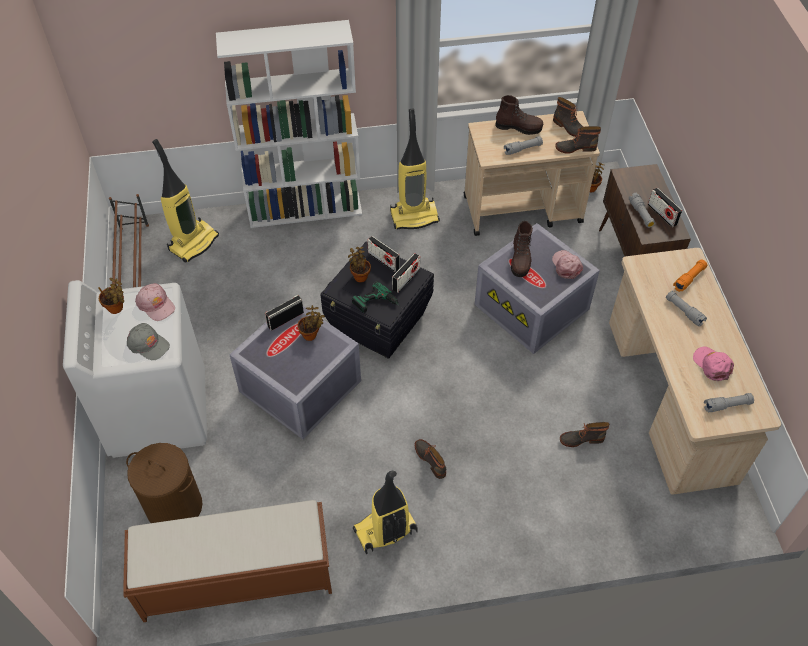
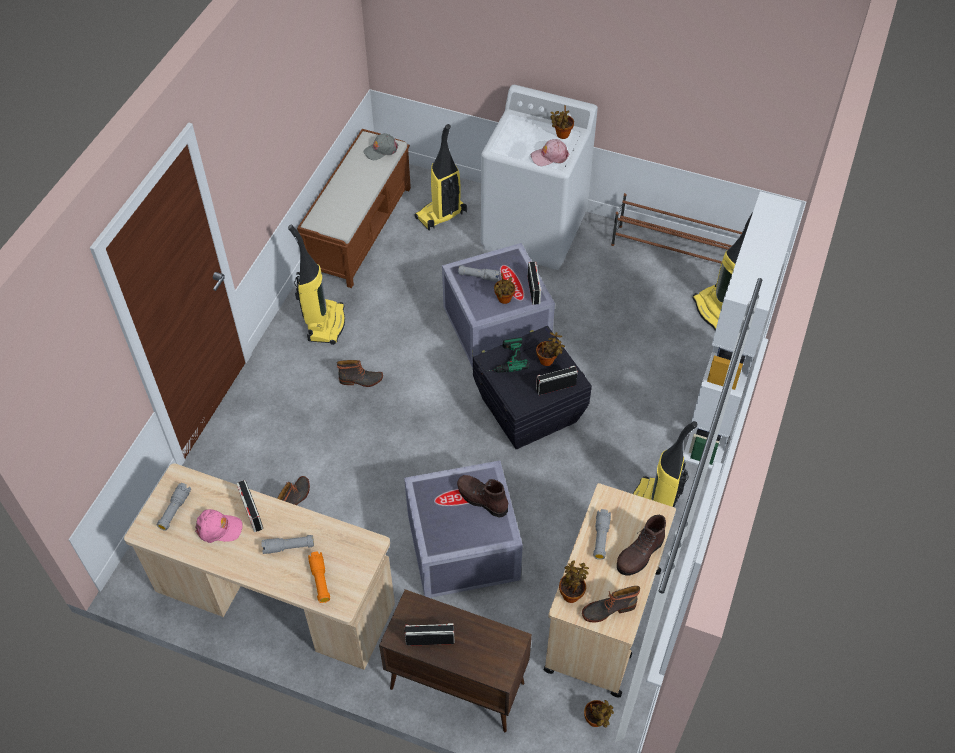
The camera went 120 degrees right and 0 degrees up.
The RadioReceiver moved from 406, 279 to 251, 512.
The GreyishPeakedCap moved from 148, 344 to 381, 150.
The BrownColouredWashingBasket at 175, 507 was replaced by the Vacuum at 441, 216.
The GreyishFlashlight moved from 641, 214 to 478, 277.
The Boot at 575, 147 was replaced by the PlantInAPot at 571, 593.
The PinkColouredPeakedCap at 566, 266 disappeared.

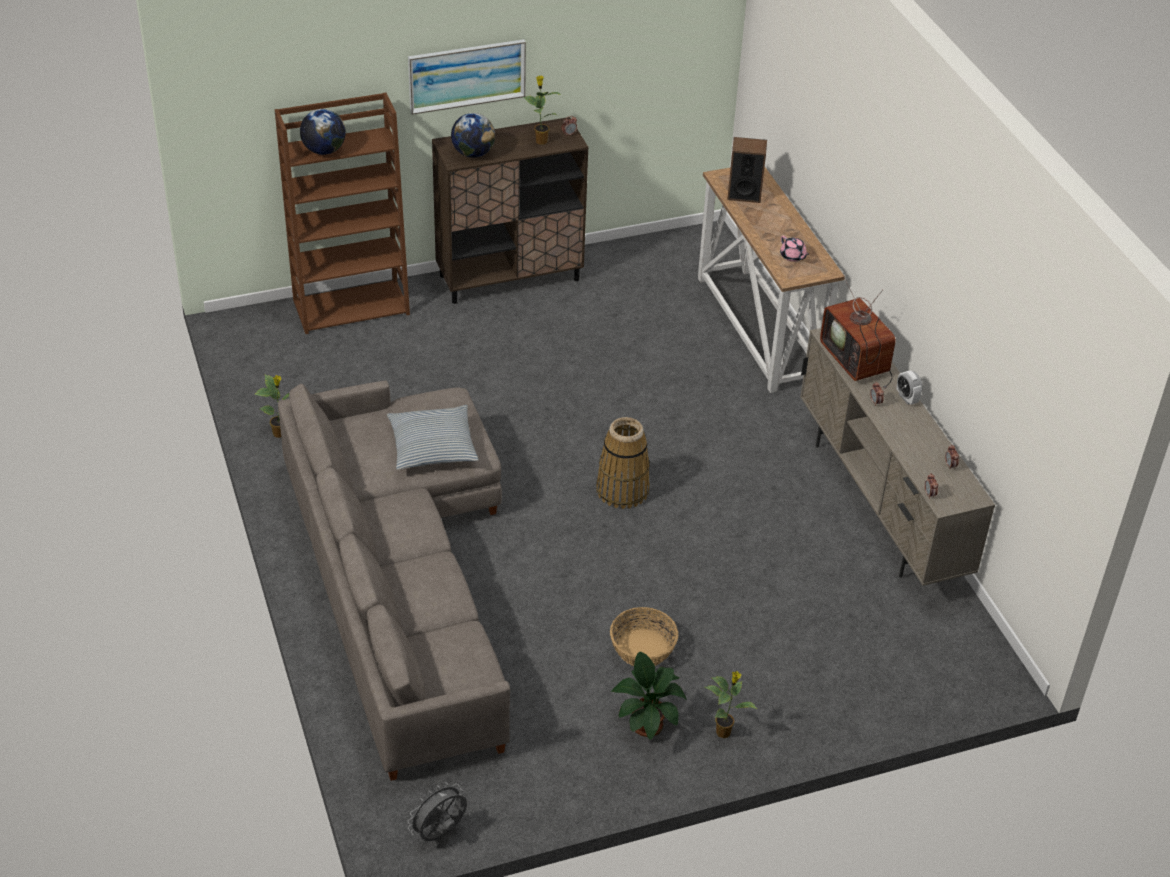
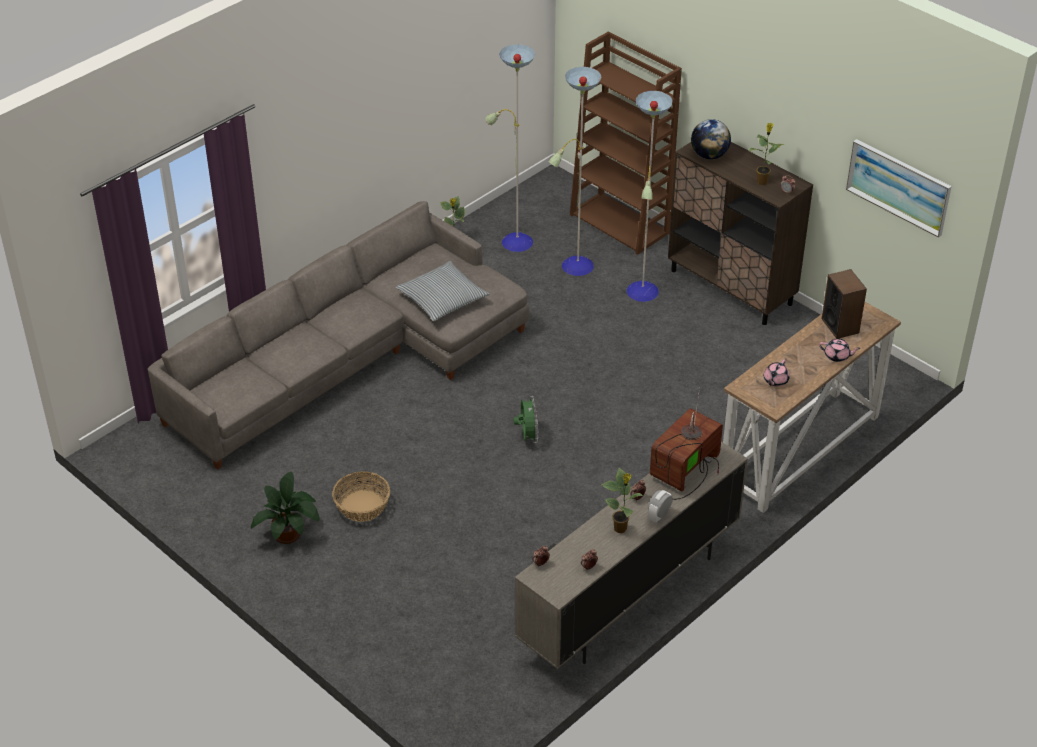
The camera went 65 degrees right and 0 degrees up.
The FloorLamp at 576, 267 appeared.
The StorageBasket at 622, 490 was replaced by the GreenishFan at 527, 437.
The PlantInAPot moved from 724, 732 to 621, 529.
The PinkColouredPotForTea at 837, 356 appeared.
The WallPicture moved from 467, 75 to 898, 186.
The WorldGlobe at 324, 150 disappeared.
The GreyishFan at 440, 834 disappeared.

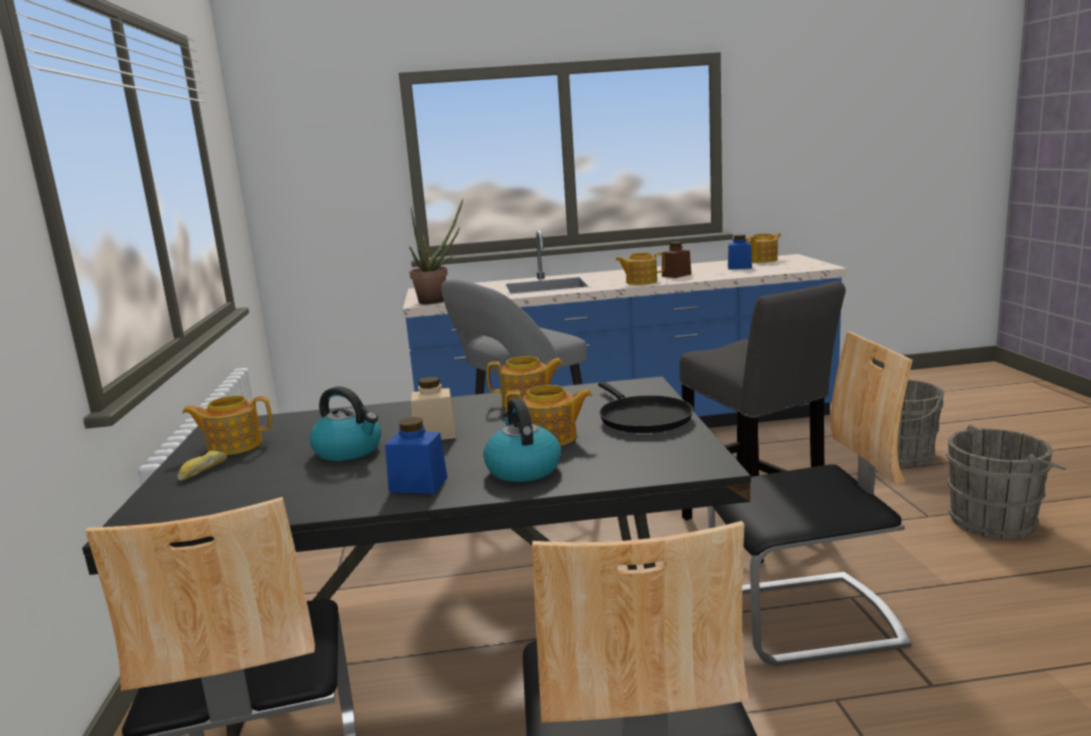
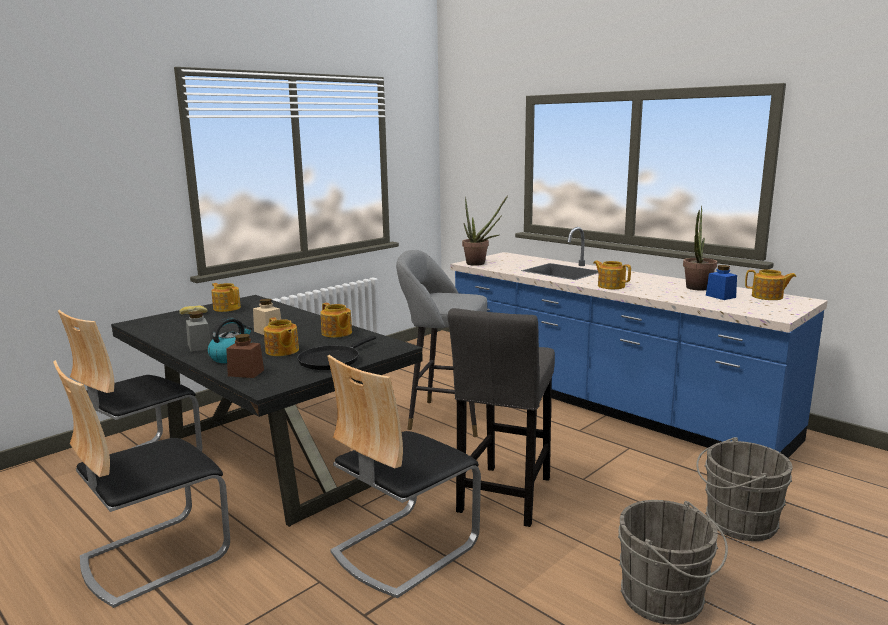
The camera went 50 degrees right and 0 degrees up.
The BlueJar at 418, 485 became the GreyishJar at 199, 346.
The BrownColouredJar moved from 676, 275 to 246, 373.
The PlainChair at 806, 618 turned 90 degrees clockwise.
The PlantInAPot at 696, 289 appeared.
The WaterKettle at 349, 451 disappeared.

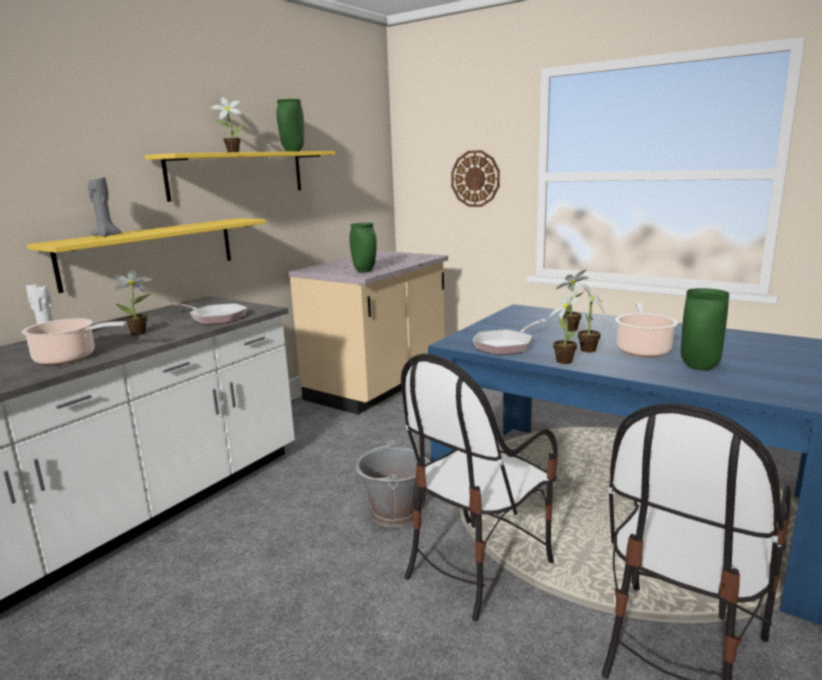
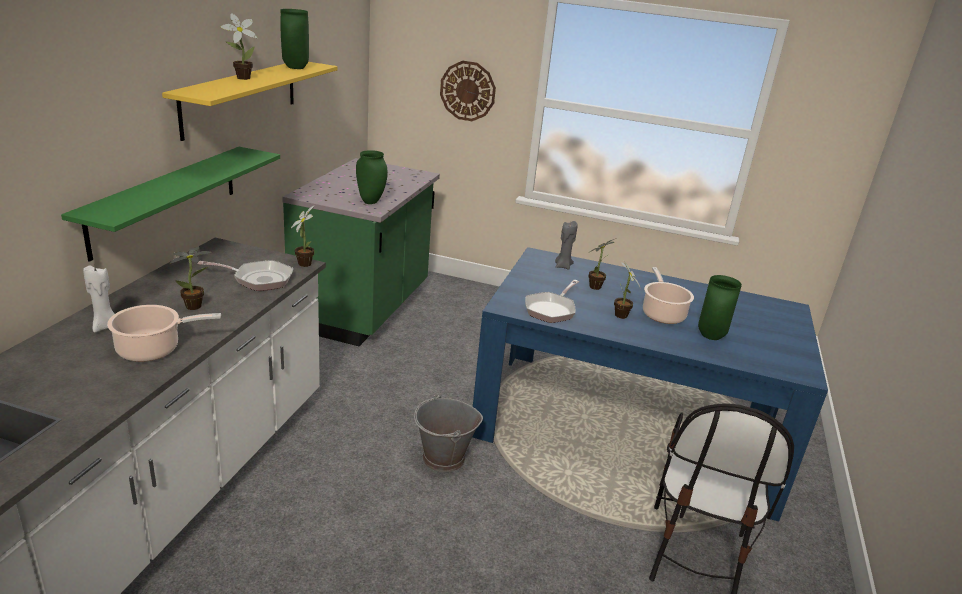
The camera went 20 degrees left and 10 degrees up.
The YellowColouredBracketShelf at 151, 252 became the GreenishBracketShelf at 166, 199.
The SandColouredKitchenBaseUnit at 378, 386 became the GreenishKitchenBaseUnit at 364, 308.
The PlantInAPot moved from 564, 360 to 305, 263.
The GreyishCandle moved from 106, 235 to 563, 266.
The PlainChair at 477, 566 disappeared.

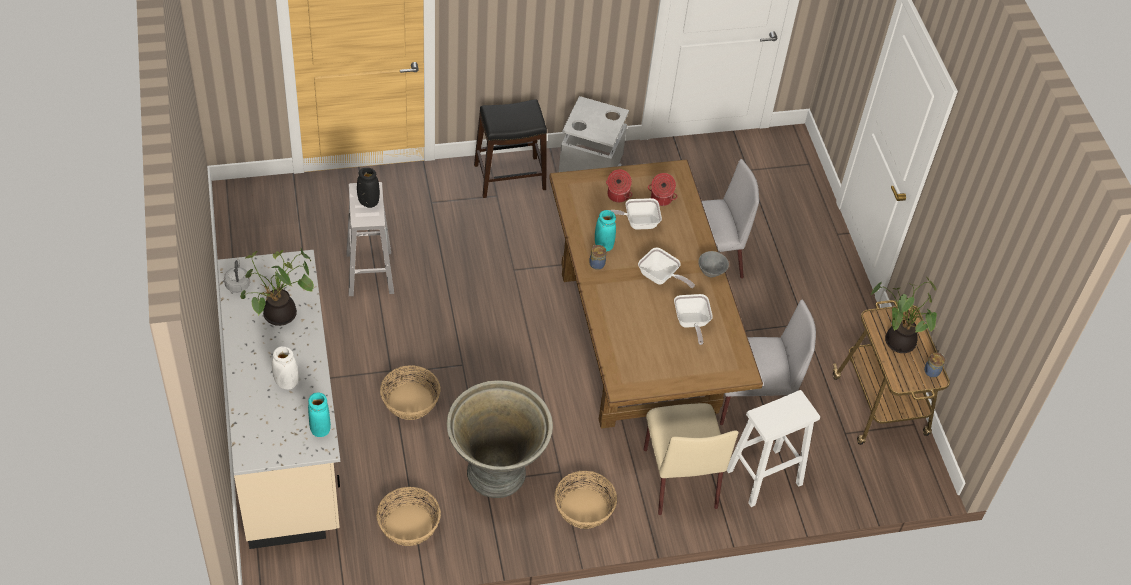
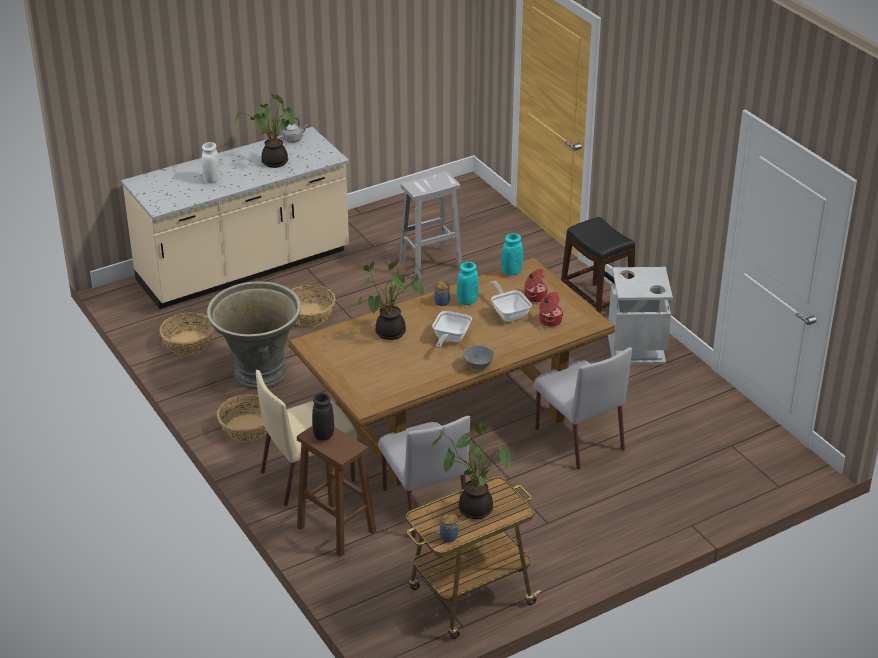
The camera went 75 degrees right and 15 degrees down.
The WhitishSittingStool at 763, 478 became the BrownColouredSittingStool at 335, 529.
The BlackVase moved from 368, 202 to 324, 435.
The PlantInAPot at 390, 334 appeared.
The BlueGreenVase moved from 320, 428 to 511, 272.
The FryingPan at 691, 323 disappeared.

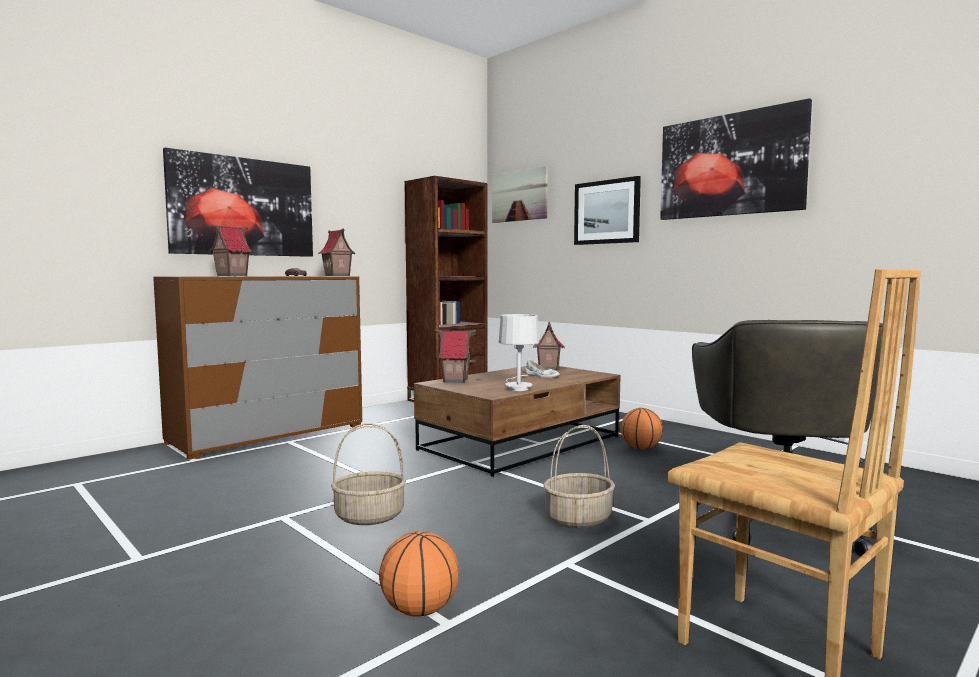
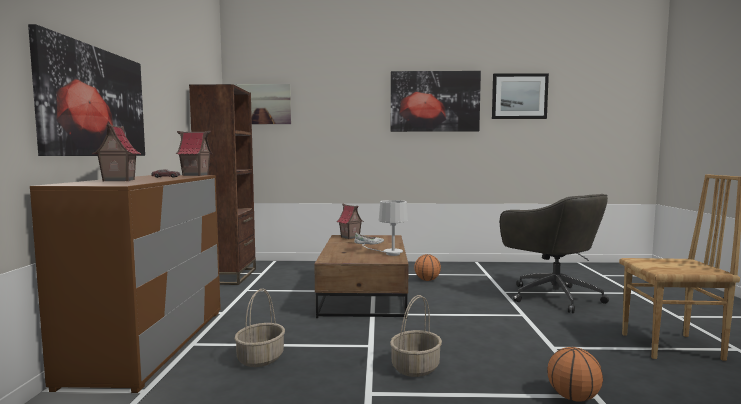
The camera went 45 degrees left and 0 degrees up.
The StorageBasket moved from 578, 519 to 261, 358.
The WallPicture moved from 606, 212 to 519, 96.
The MiniatureHouse at 455, 381 disappeared.

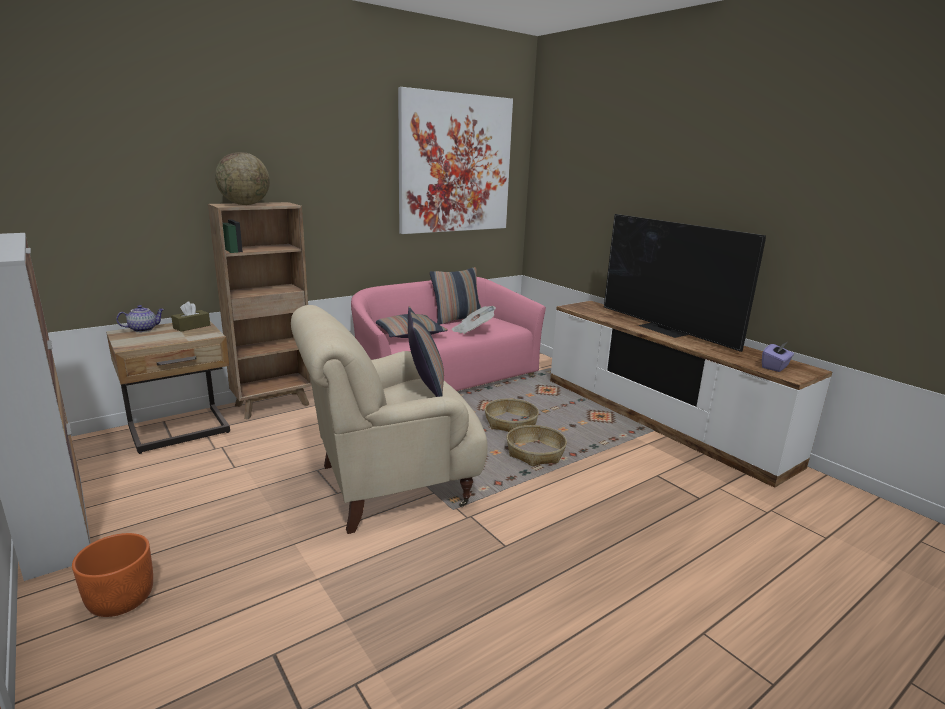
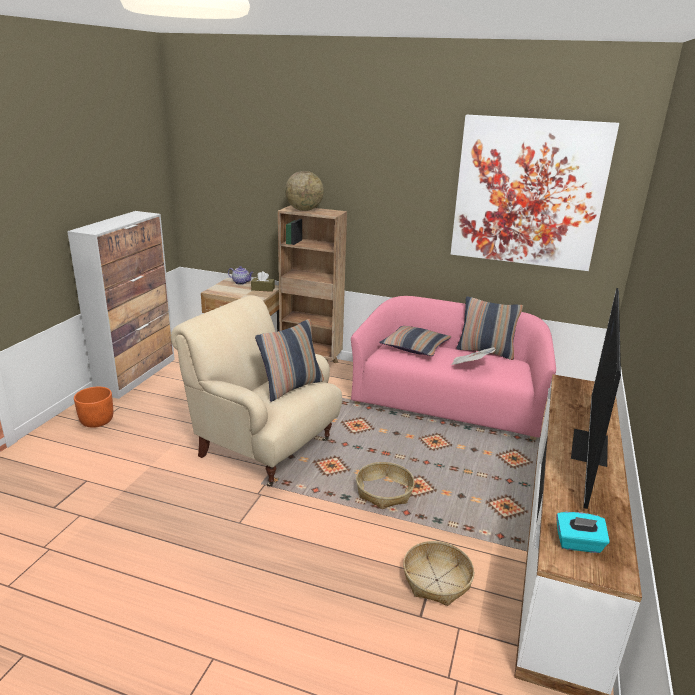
The camera went 55 degrees right and 5 degrees up.
The StorageBasket moved from 511, 423 to 437, 580.
The PurpleBoxOfTissues at 775, 367 became the BlueGreenBoxOfTissues at 578, 544.

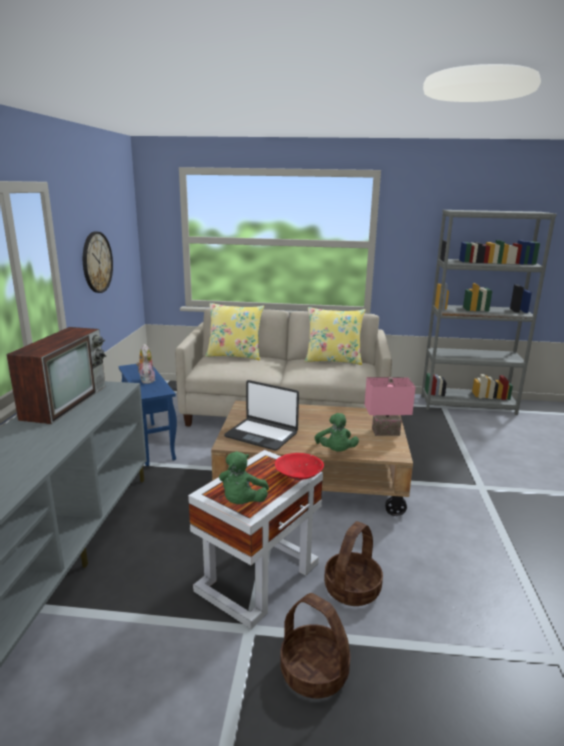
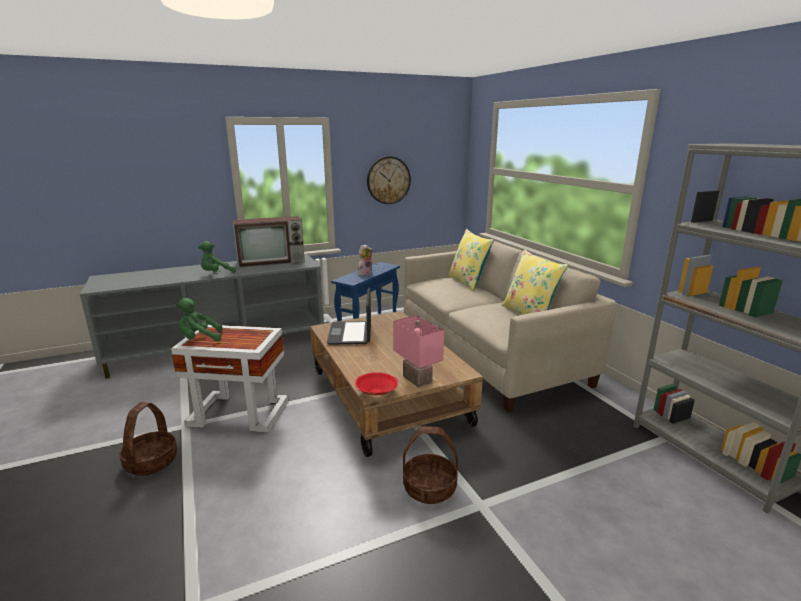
The camera went 60 degrees right and 0 degrees up.
The GreenishPlushToy moved from 335, 451 to 216, 274.
The ReddishServingBowl moved from 299, 476 to 377, 393.
The StorageBasket moved from 352, 589 to 429, 488.

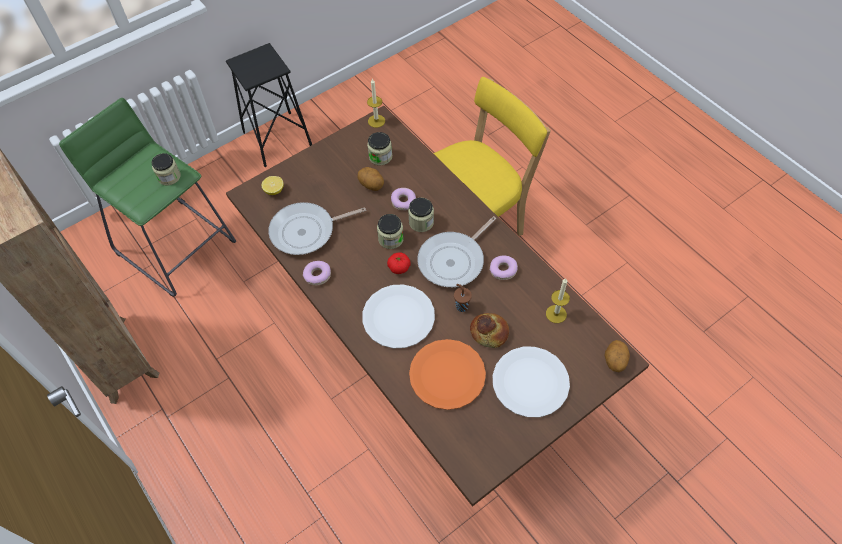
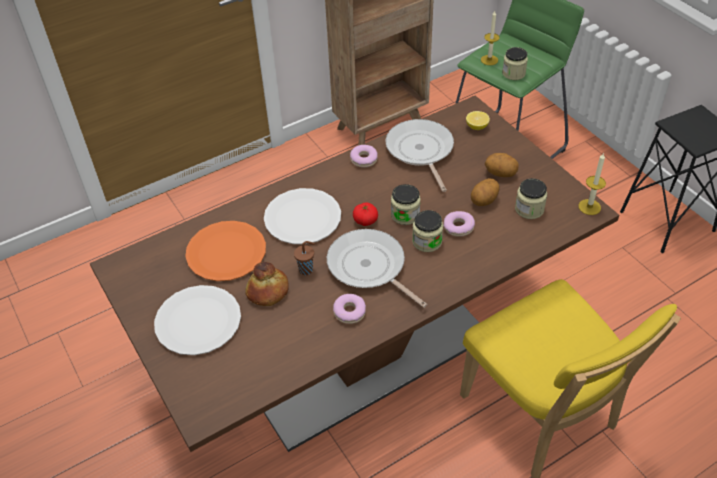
The camera went 95 degrees right and 10 degrees down.
The Candle moved from 556, 314 to 489, 60.
The WholePotato moved from 614, 361 to 500, 173.

